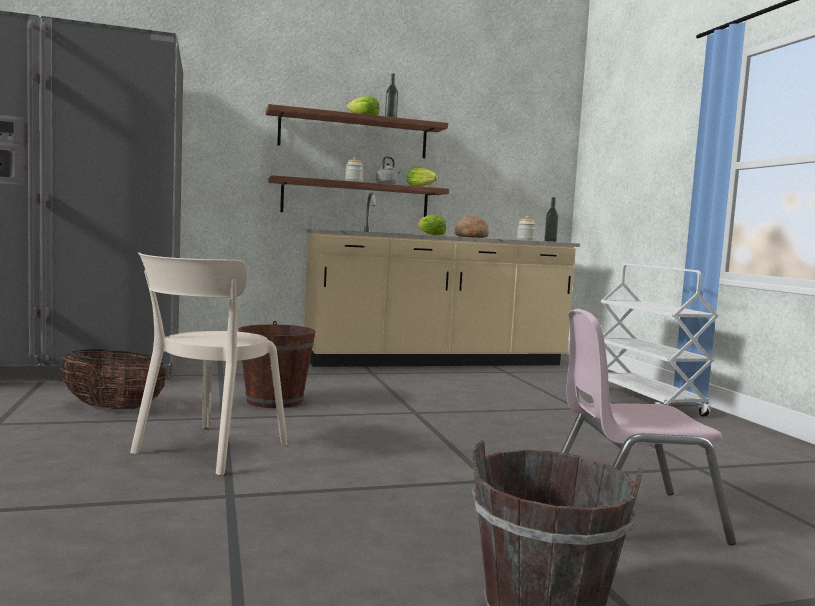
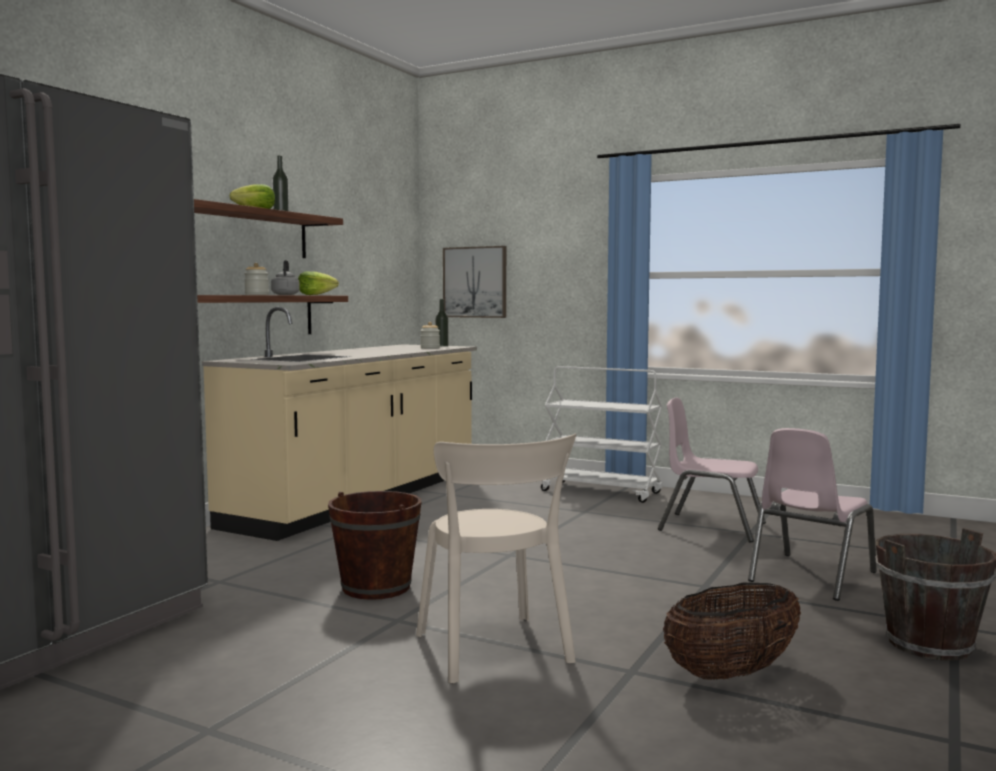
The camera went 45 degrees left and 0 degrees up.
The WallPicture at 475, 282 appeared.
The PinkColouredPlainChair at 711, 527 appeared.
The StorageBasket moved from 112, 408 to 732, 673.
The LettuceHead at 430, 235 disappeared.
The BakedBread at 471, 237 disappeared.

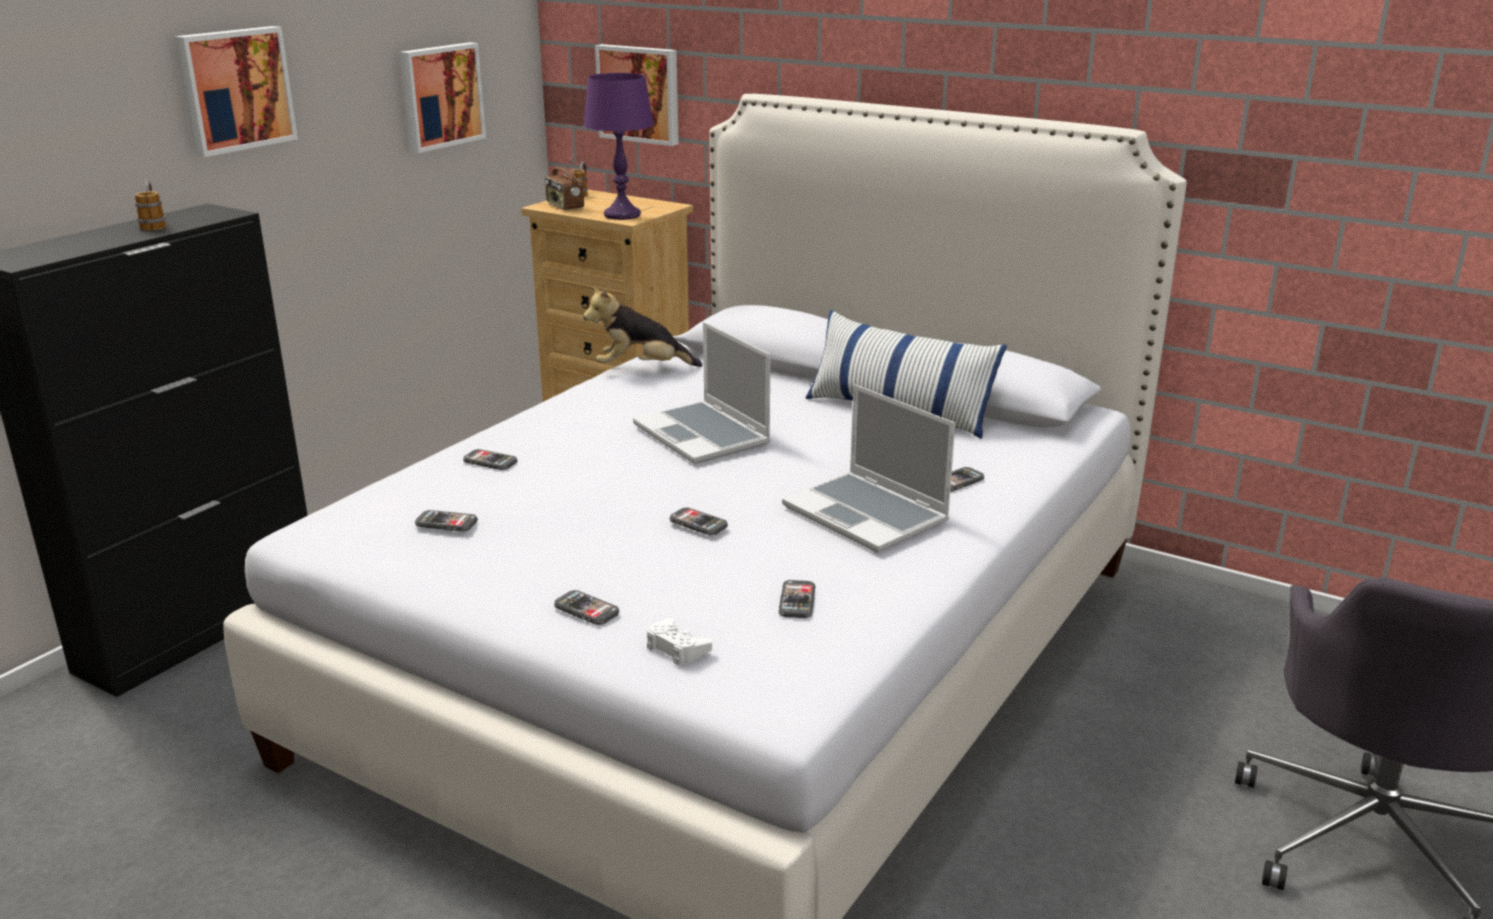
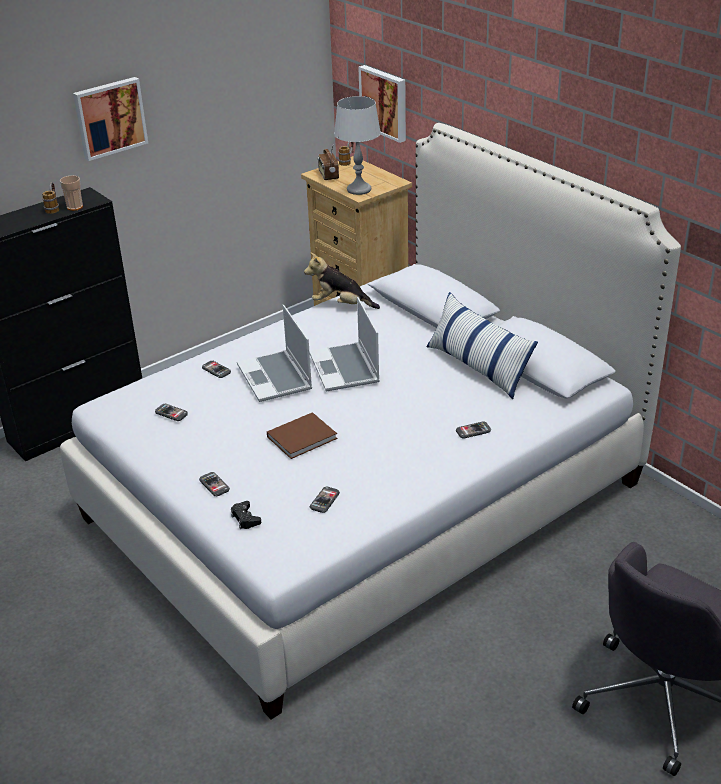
The camera went 20 degrees right and 10 degrees up.
The DrinkingCup at 75, 207 appeared.
The WhitishGameController at 676, 648 became the BlackGameController at 245, 518.
The Laptop moved from 868, 515 to 276, 378.
The Telephone at 698, 523 was replaced by the BrownColouredBoundBook at 303, 437.
The PurpleTabletopLamp at 622, 215 became the GreyishTabletopLamp at 359, 190.
The WallPicture at 440, 96 disappeared.

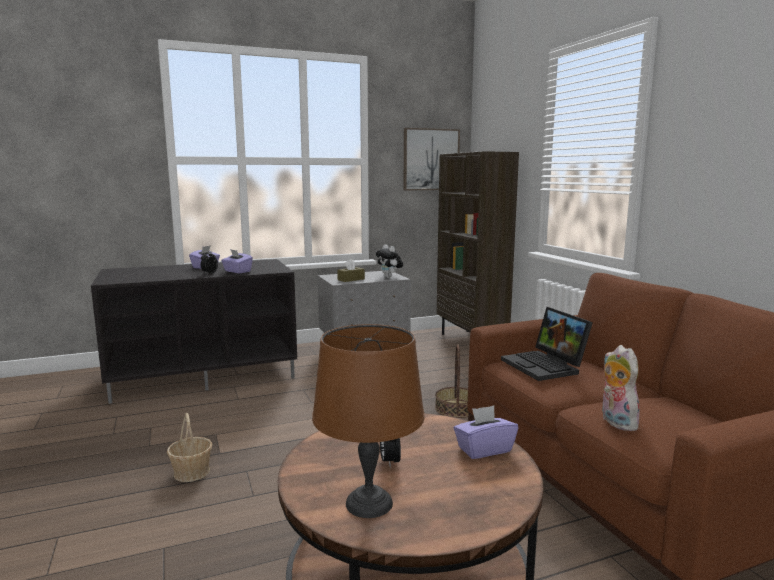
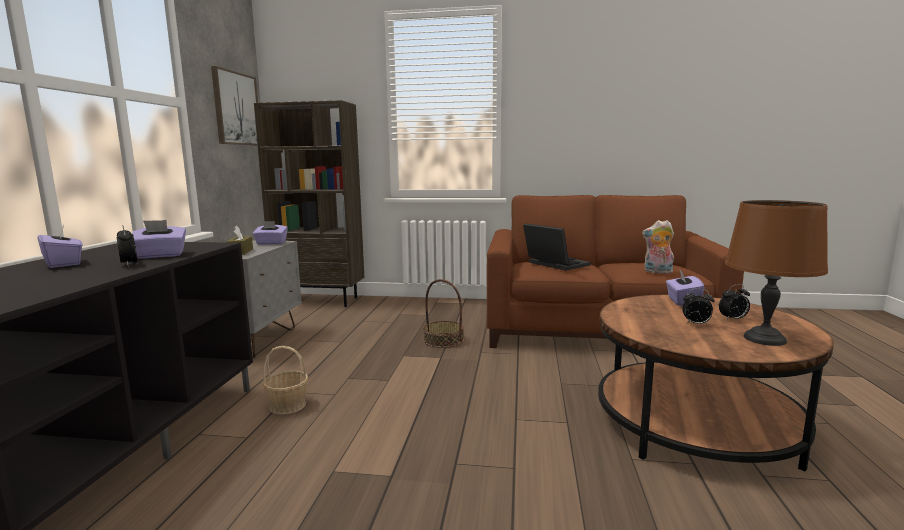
The camera went 60 degrees left and 0 degrees up.
The PlushToy at 389, 277 was replaced by the PurpleBoxOfTissues at 271, 243.
The StorageBasket moved from 192, 472 to 287, 405.
The Laptop at 546, 366 turned 135 degrees counterclockwise.
The AlarmClock at 733, 319 appeared.

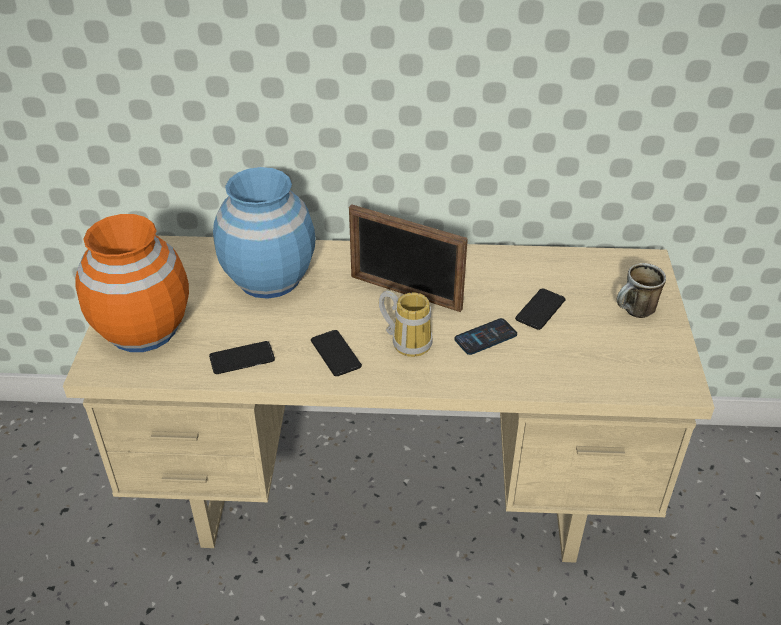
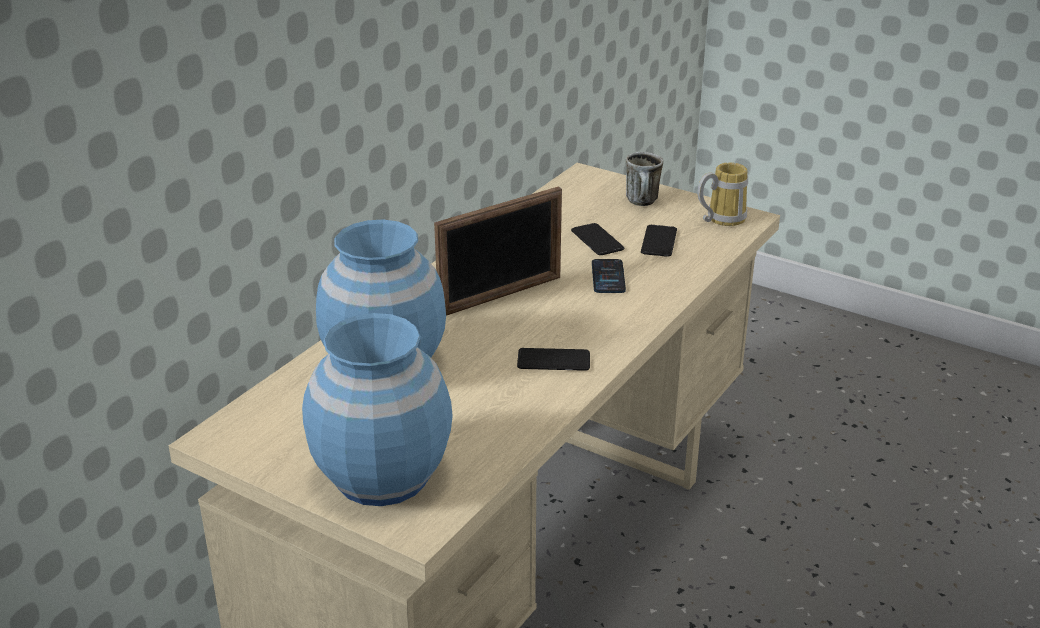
The camera went 60 degrees left and 10 degrees down.
The OrangeVase at 144, 329 became the BlueVase at 382, 476.
The Telephone moved from 242, 358 to 659, 242.
The CoffeeMug moved from 408, 341 to 720, 219.

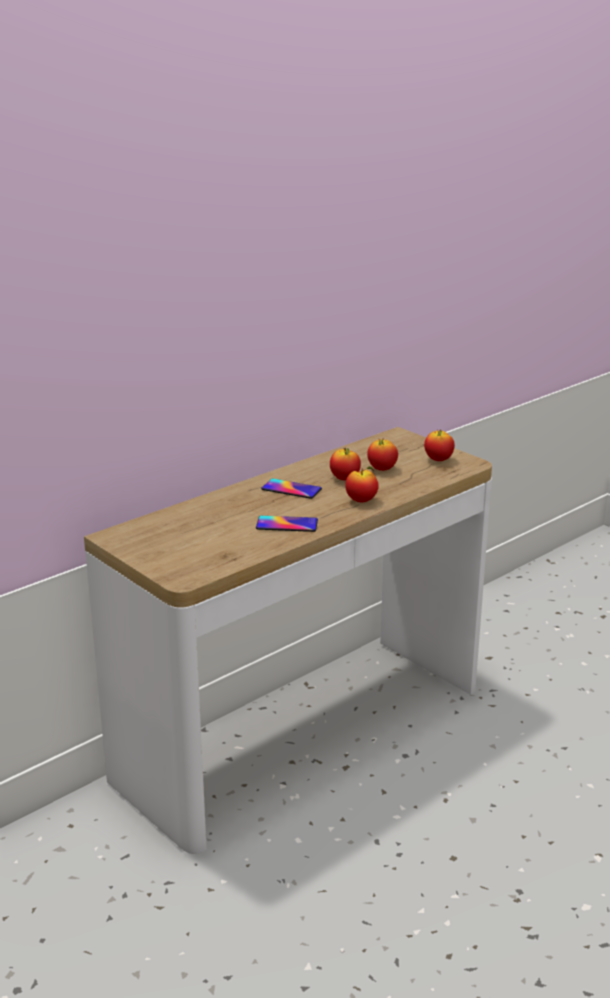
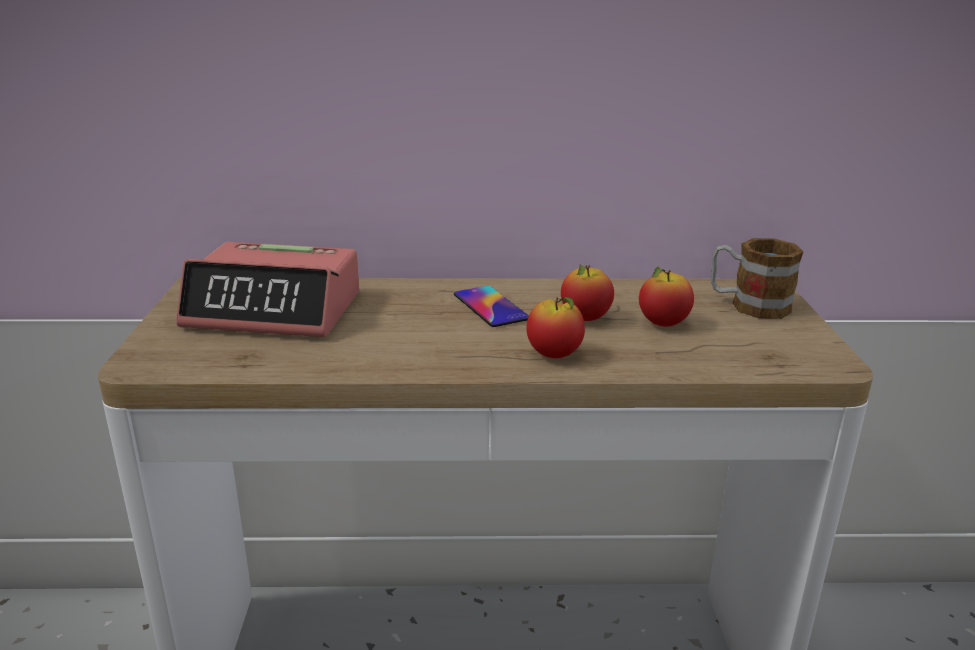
The camera went 40 degrees right and 0 degrees up.
The AlarmClock at 275, 310 appeared.
The CoffeeMug at 748, 305 appeared.
The Telephone at 287, 524 disappeared.
The AppleFruit at 438, 460 disappeared.

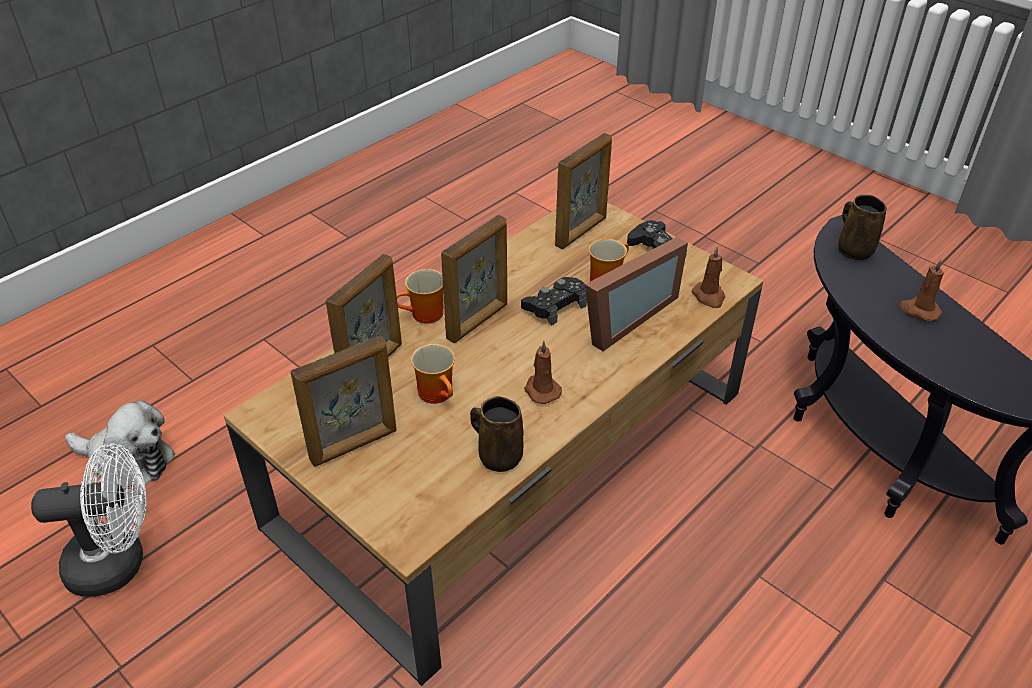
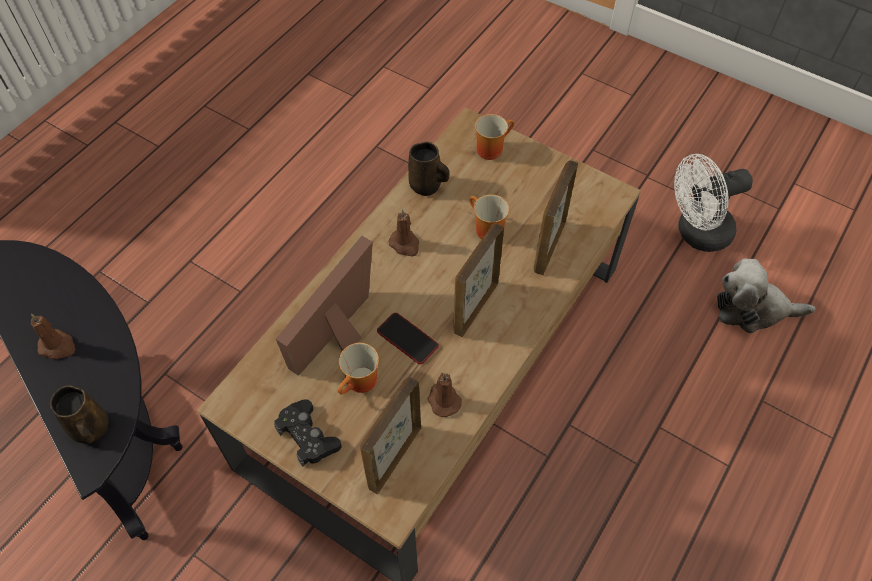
The camera went 170 degrees right and 15 degrees up.
The BlackGameController at 555, 305 was replaced by the Telephone at 407, 339.
The BrownColouredCandle moved from 709, 297 to 443, 400.
The CoffeeMug moved from 424, 316 to 491, 147.
The StandingFrame at 354, 445 disappeared.

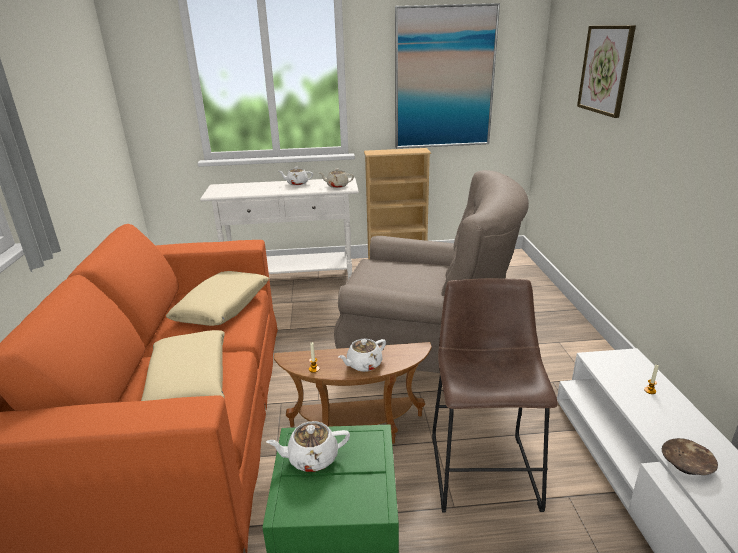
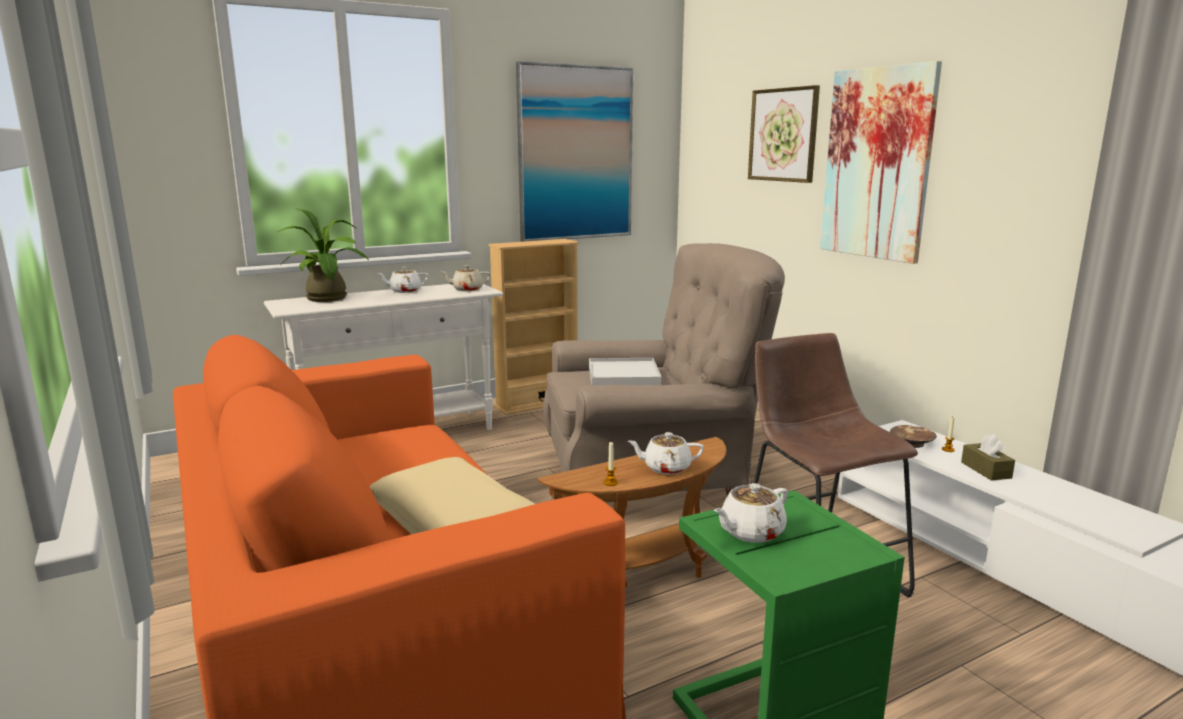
The camera went 25 degrees left and 10 degrees down.
The PlantInAPot at 328, 299 appeared.
The WhitishTray at 623, 377 appeared.
The WhitishPotForTea at 363, 364 turned 60 degrees clockwise.
The WallPicture at 877, 164 appeared.
The BrownColouredServingBowl moved from 687, 464 to 912, 443.
The BrownColouredBoxOfTissues at 986, 470 appeared.
The SandColouredThrowPillow at 222, 307 disappeared.

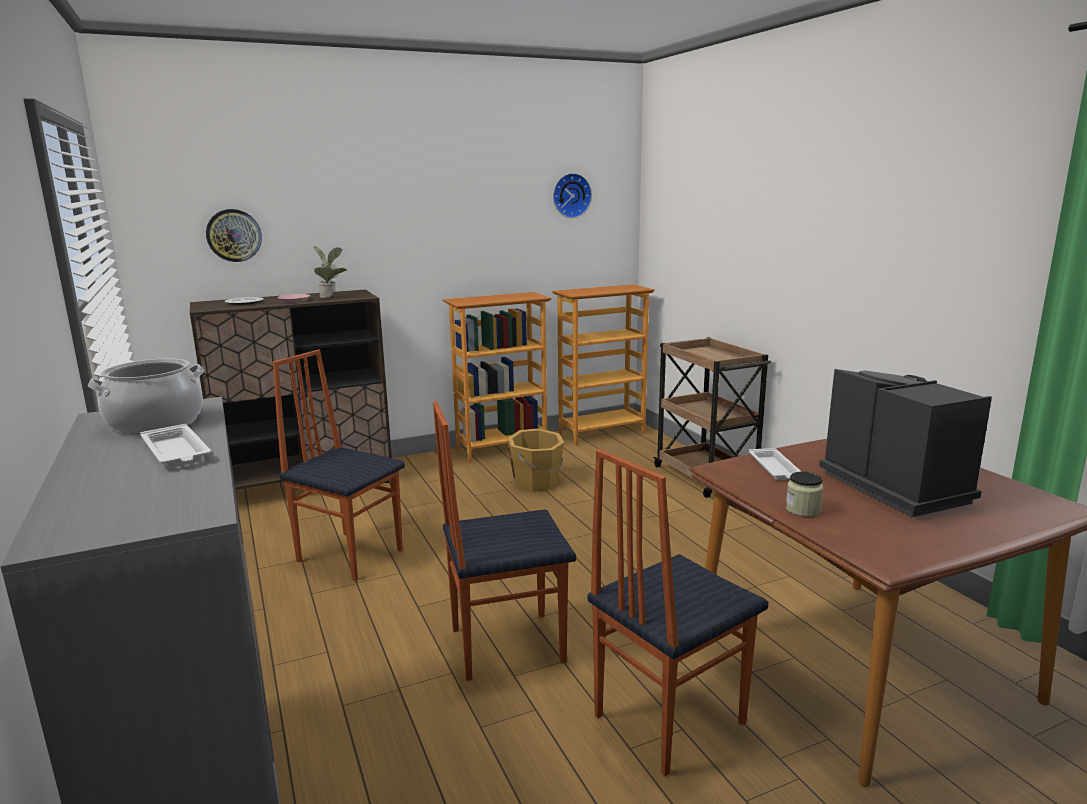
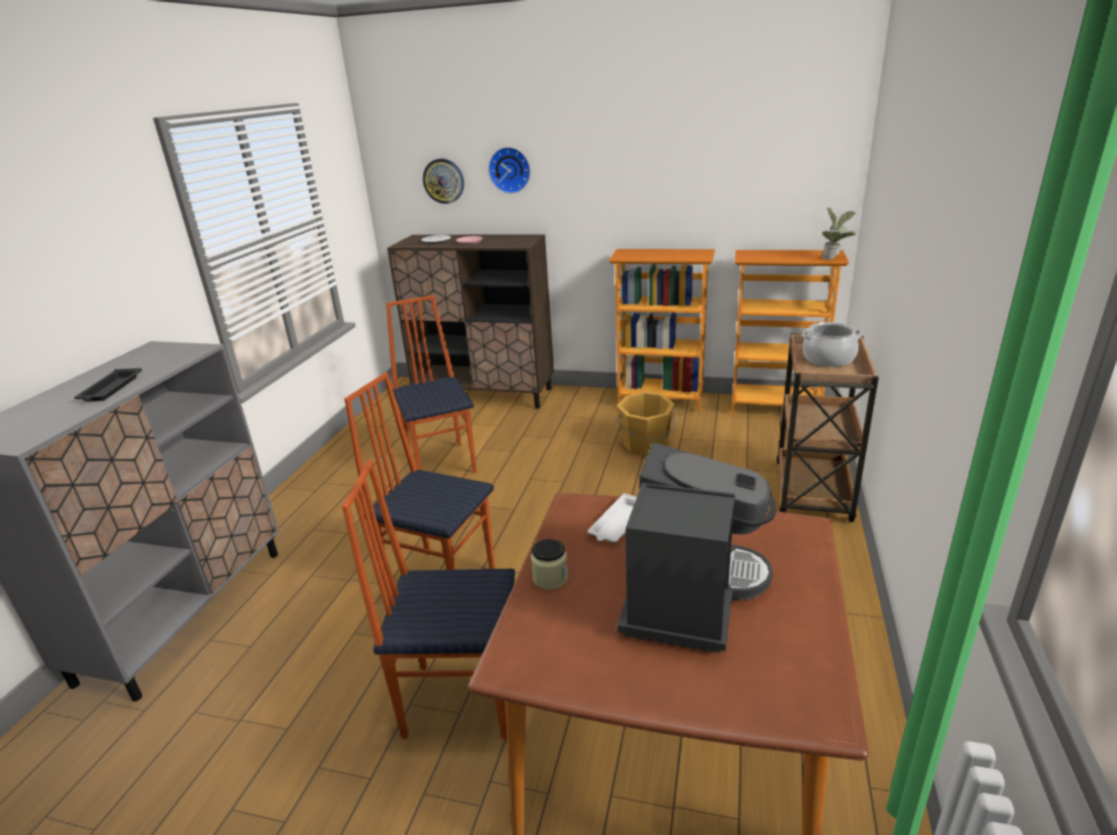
The camera went 40 degrees right and 10 degrees up.
The WhitishTray at 176, 452 became the BlackTray at 110, 389.
The WallClock moved from 570, 195 to 510, 170.
The CookingPot moved from 155, 422 to 828, 359.
The PlantInAPot moved from 332, 297 to 834, 258.

